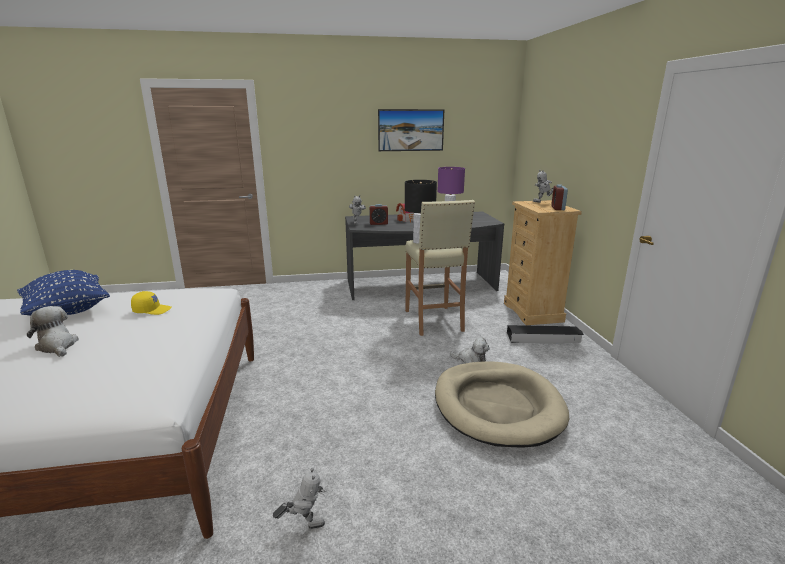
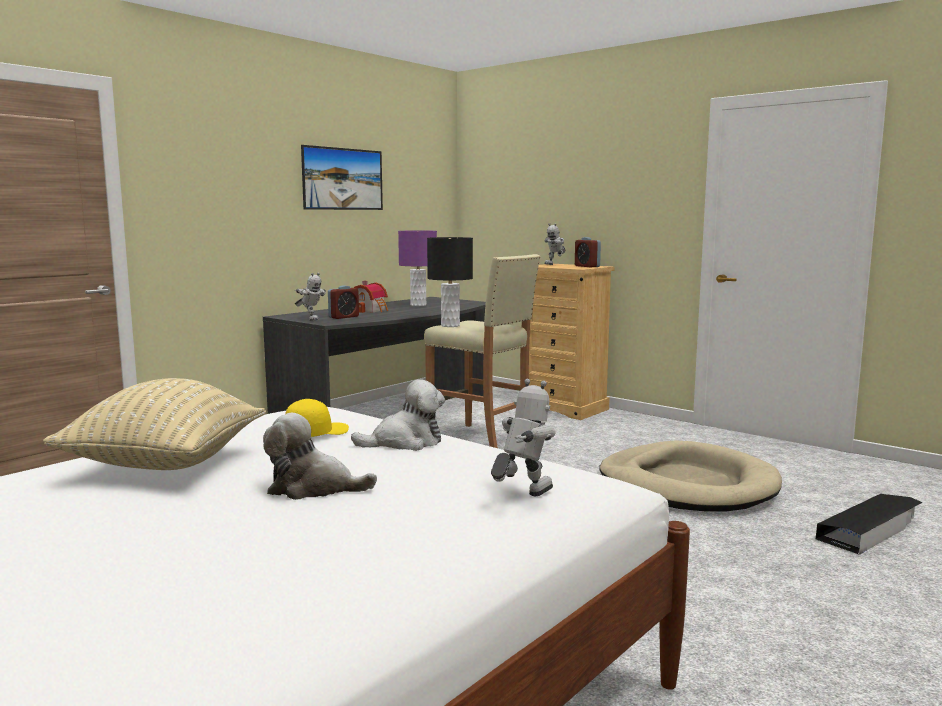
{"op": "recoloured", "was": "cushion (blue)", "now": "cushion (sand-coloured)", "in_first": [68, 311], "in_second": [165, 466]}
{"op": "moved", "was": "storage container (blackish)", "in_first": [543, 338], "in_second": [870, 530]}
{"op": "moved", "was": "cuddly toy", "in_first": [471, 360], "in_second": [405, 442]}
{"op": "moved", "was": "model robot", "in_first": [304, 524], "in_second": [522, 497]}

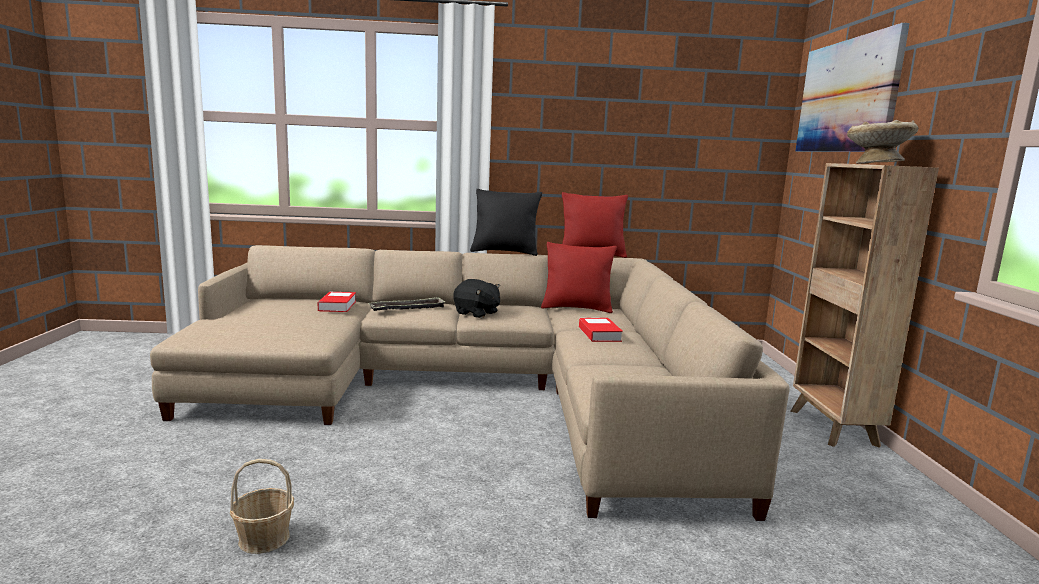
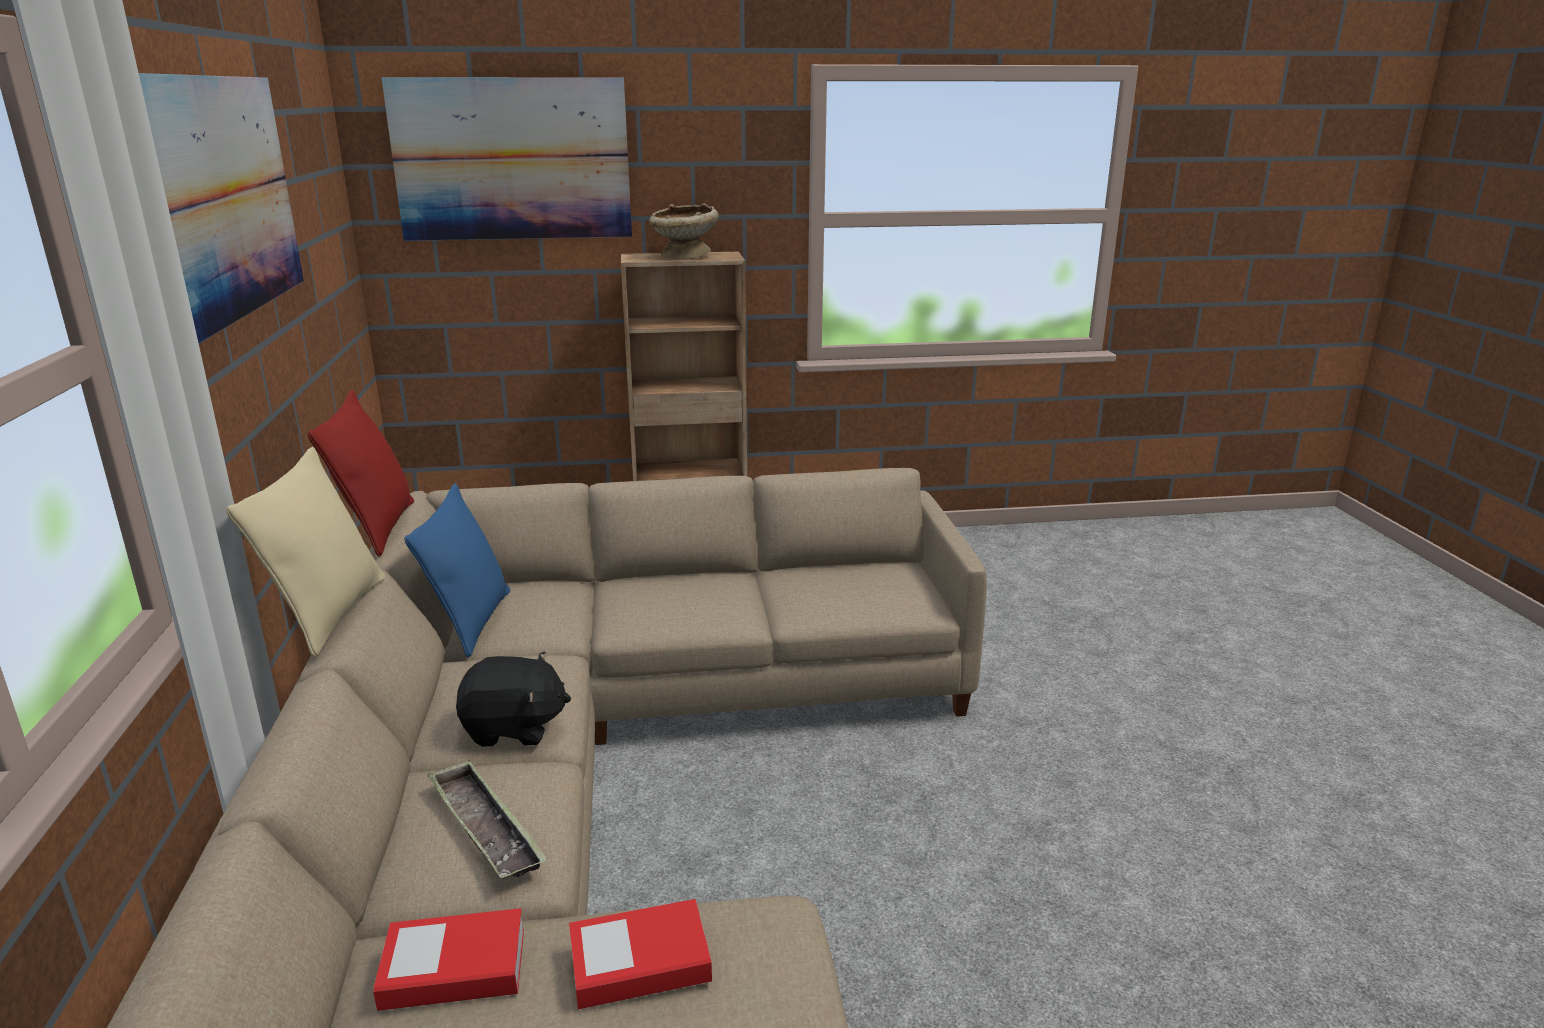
{"op": "recoloured", "was": "cushion (blackish)", "now": "cushion (sand-coloured)", "in_first": [505, 252], "in_second": [330, 614]}
{"op": "recoloured", "was": "cushion (reddish)", "now": "cushion (blue)", "in_first": [576, 308], "in_second": [471, 622]}
{"op": "turned", "was": "cuddly toy (blackish)", "in_first": [476, 313], "in_second": [514, 728], "clockwise": 60}
{"op": "moved", "was": "volume", "in_first": [599, 334], "in_second": [640, 963]}
{"op": "removed", "was": "storage basket", "in_first": [264, 538]}
{"op": "added", "now": "wall art", "in_second": [220, 197]}

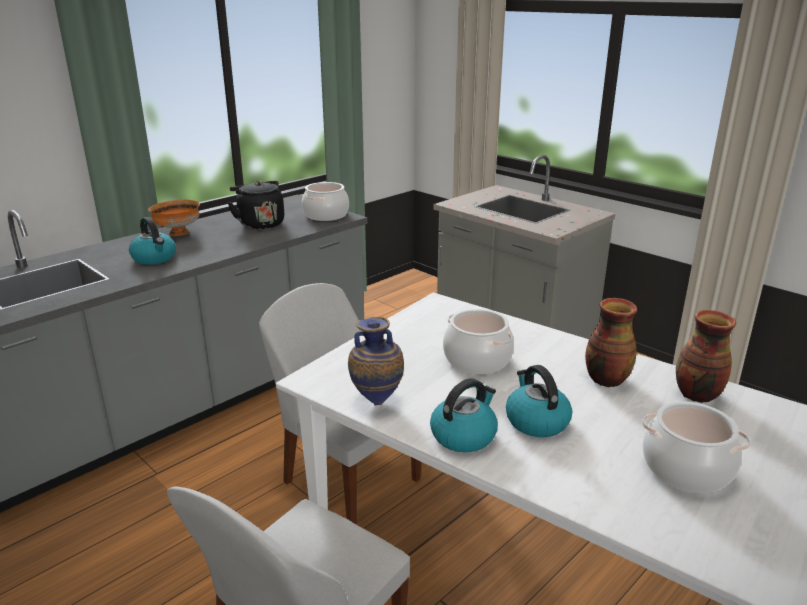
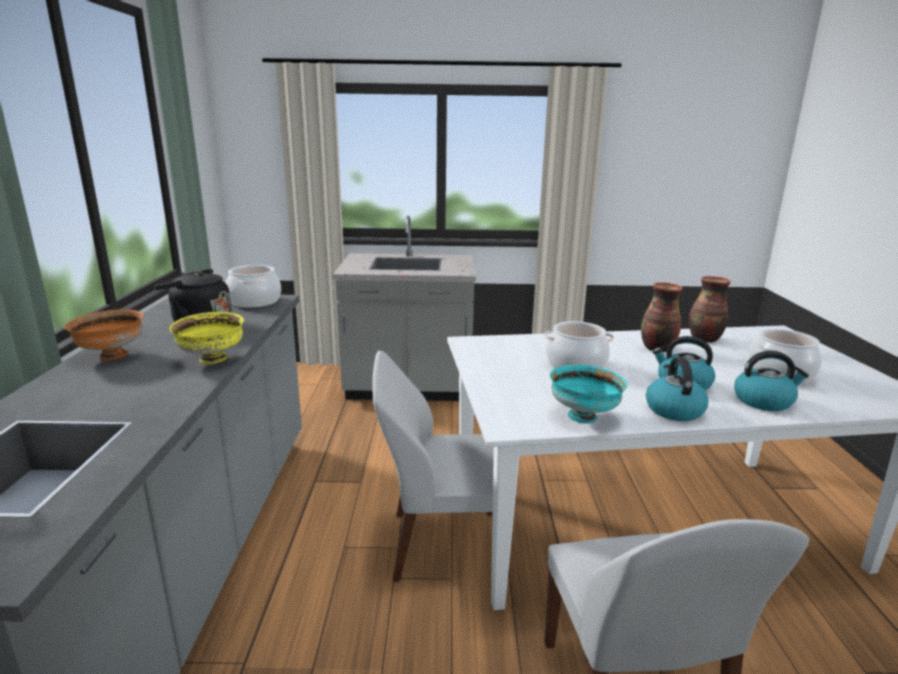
{"op": "moved", "was": "water kettle", "in_first": [155, 258], "in_second": [764, 401]}
{"op": "replaced", "was": "vase", "now": "bowl (turquoise)", "in_first": [377, 401], "in_second": [583, 416]}
{"op": "added", "now": "bowl (yellowish)", "in_second": [213, 359]}

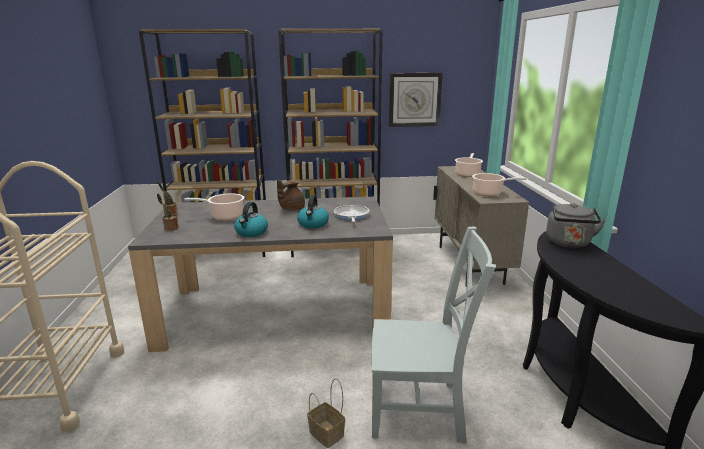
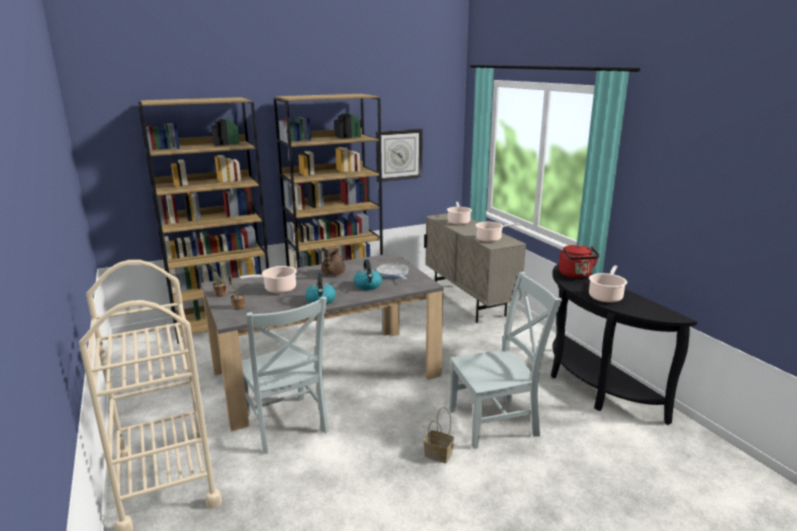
{"op": "recoloured", "was": "water kettle (gray)", "now": "water kettle (reddish)", "in_first": [569, 244], "in_second": [576, 275]}
{"op": "added", "now": "cooking pot", "in_second": [606, 296]}
{"op": "added", "now": "chair (gray)", "in_second": [286, 426]}

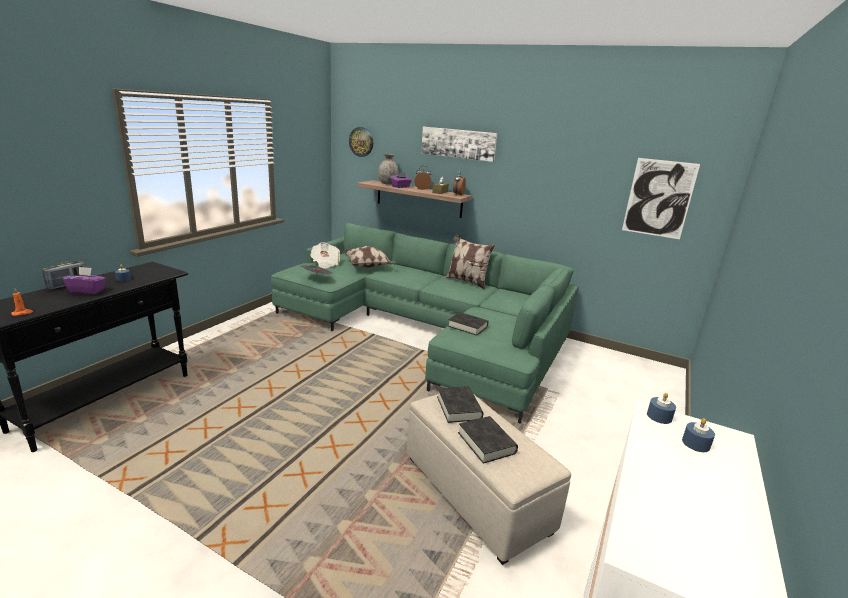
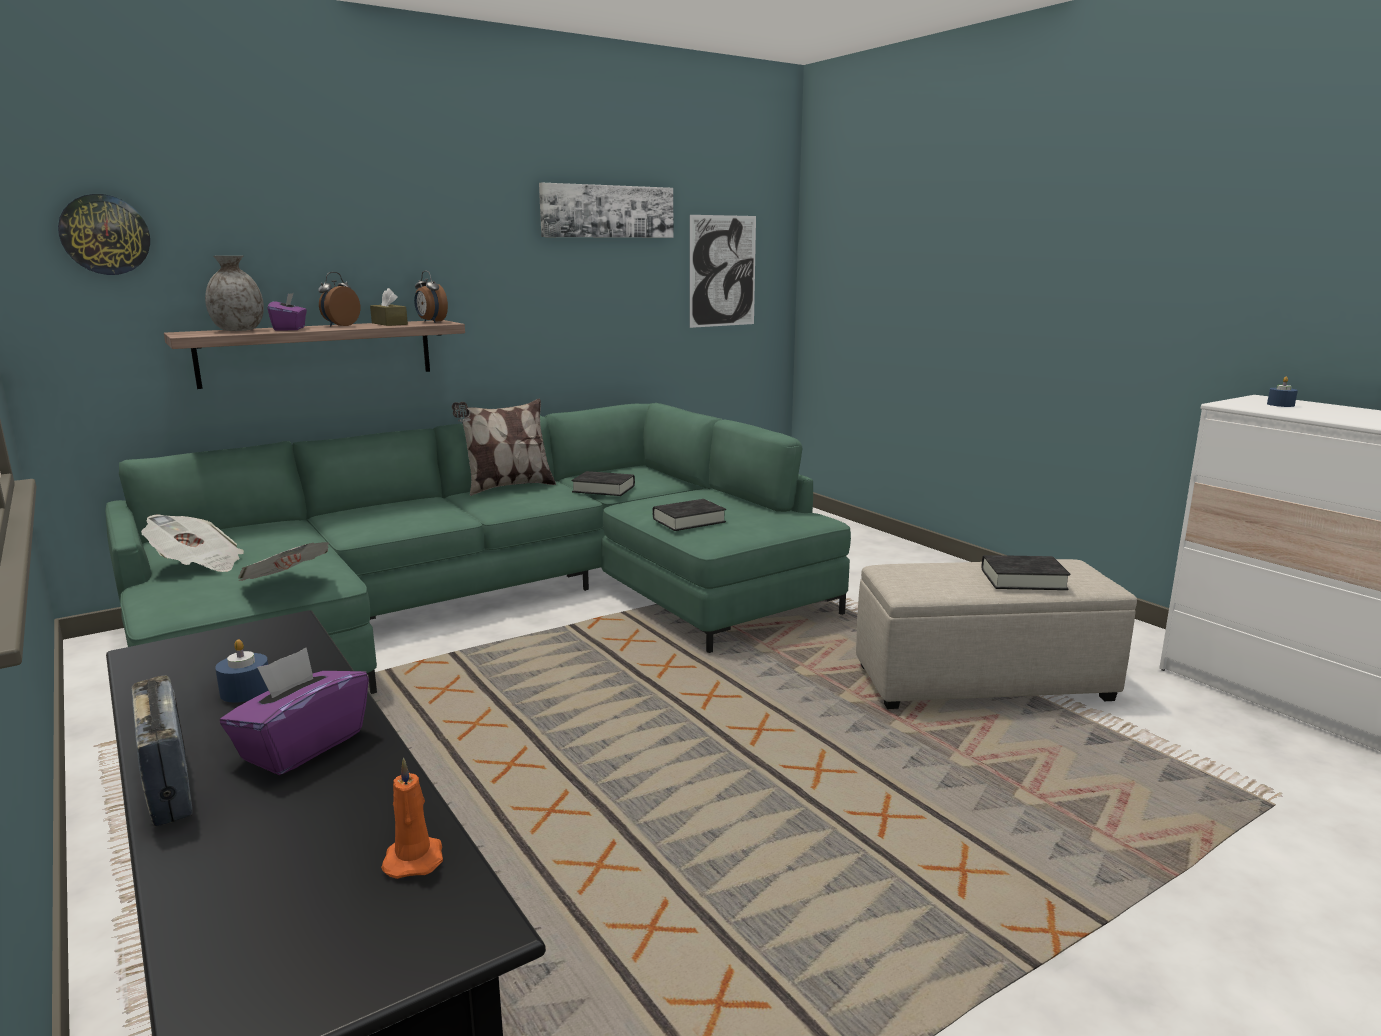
{"op": "moved", "was": "wall art", "in_first": [458, 143], "in_second": [607, 211]}
{"op": "removed", "was": "cushion", "in_first": [368, 267]}
{"op": "moved", "was": "volume (blackish)", "in_first": [459, 408], "in_second": [603, 489]}
{"op": "removed", "was": "candle (blue)", "in_first": [659, 416]}

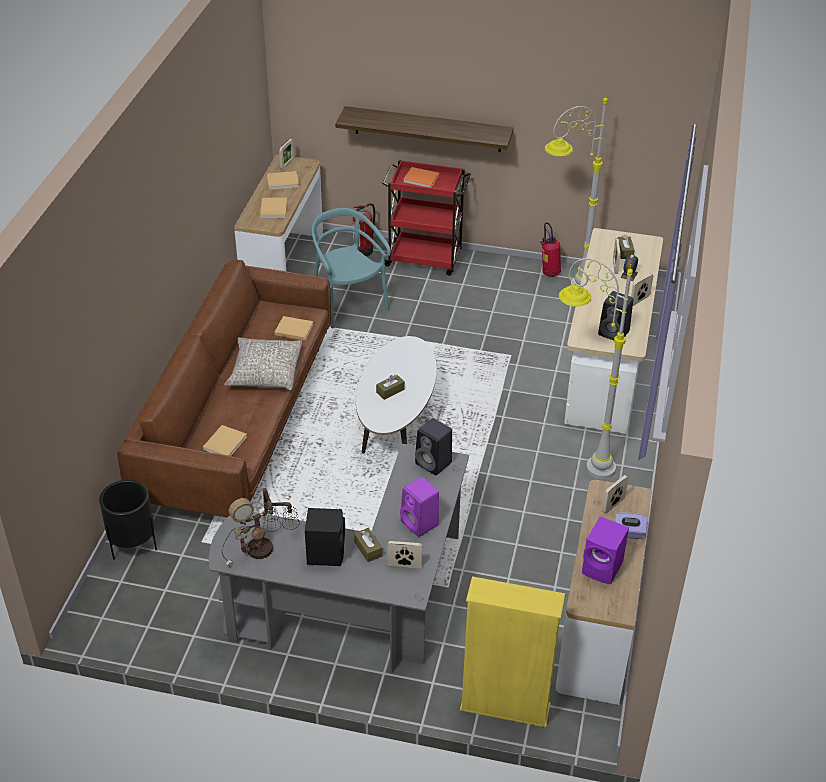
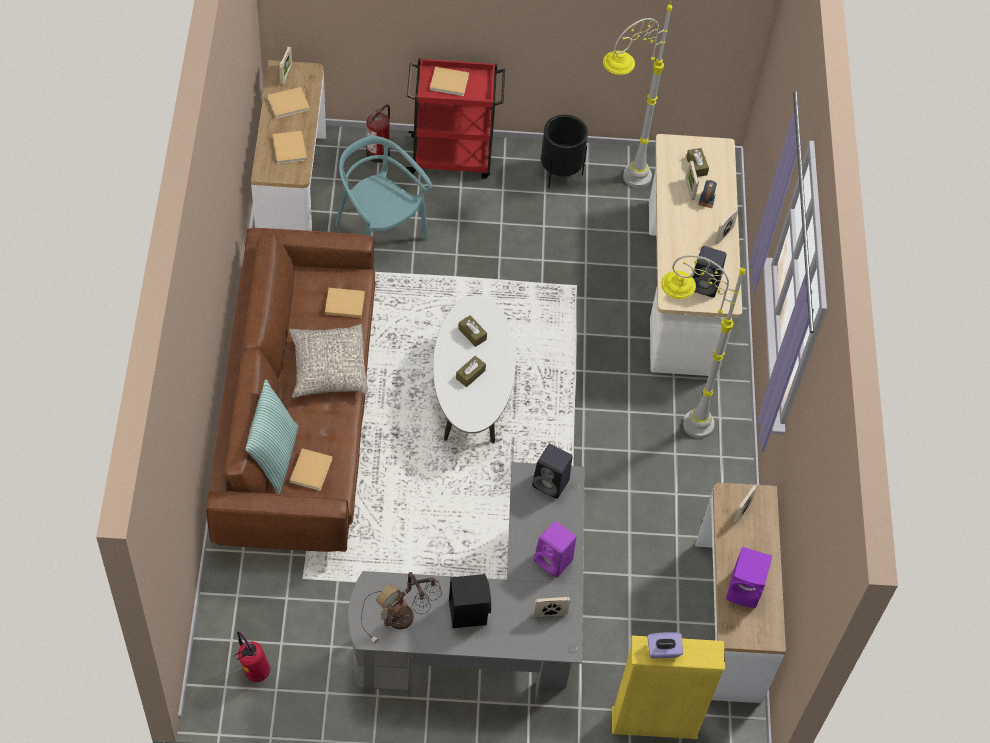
{"op": "removed", "was": "bracket shelf", "in_first": [428, 129]}
{"op": "recoloured", "was": "volume (orange-coloured)", "now": "volume (sand-coloured)", "in_first": [422, 179], "in_second": [450, 83]}
{"op": "moved", "was": "extinguisher", "in_first": [549, 273], "in_second": [254, 672]}
{"op": "moved", "was": "flower pot (blackish)", "in_first": [133, 545], "in_second": [560, 173]}
{"op": "moved", "was": "box of tissues (purple)", "in_first": [629, 533], "in_second": [663, 651]}
{"op": "moved", "was": "box of tissues (brownish)", "in_first": [368, 549], "in_second": [472, 334]}
{"op": "added", "now": "cushion", "in_second": [274, 456]}

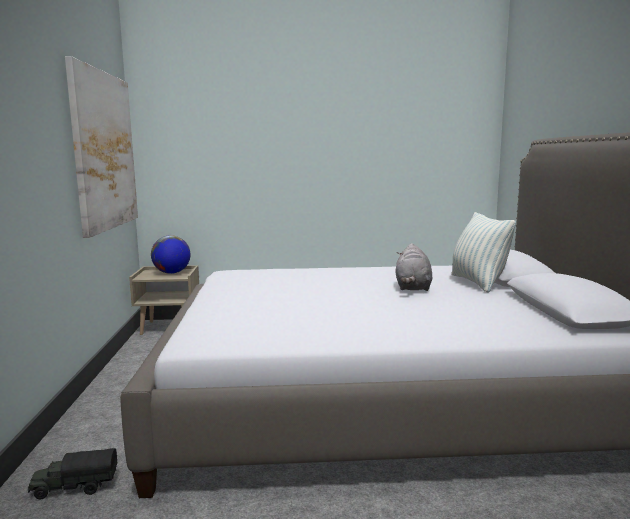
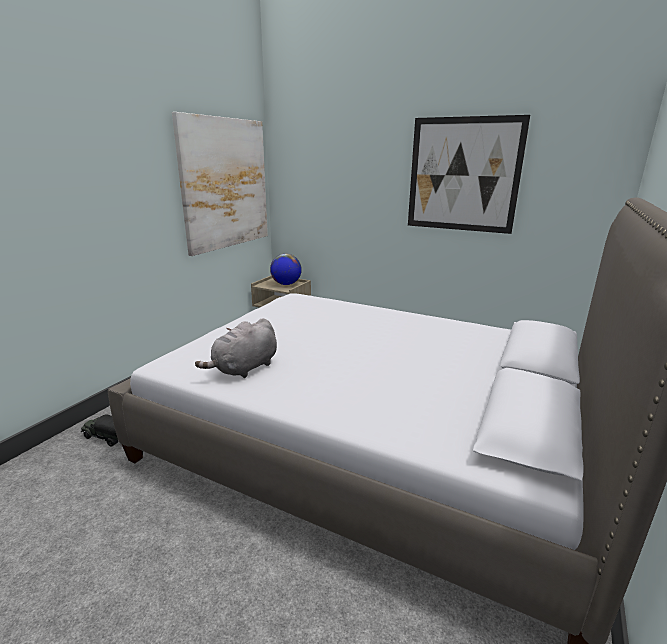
{"op": "removed", "was": "cushion", "in_first": [478, 283]}
{"op": "moved", "was": "cuddly toy (gray)", "in_first": [413, 288], "in_second": [244, 369]}
{"op": "added", "now": "wall art", "in_second": [463, 175]}

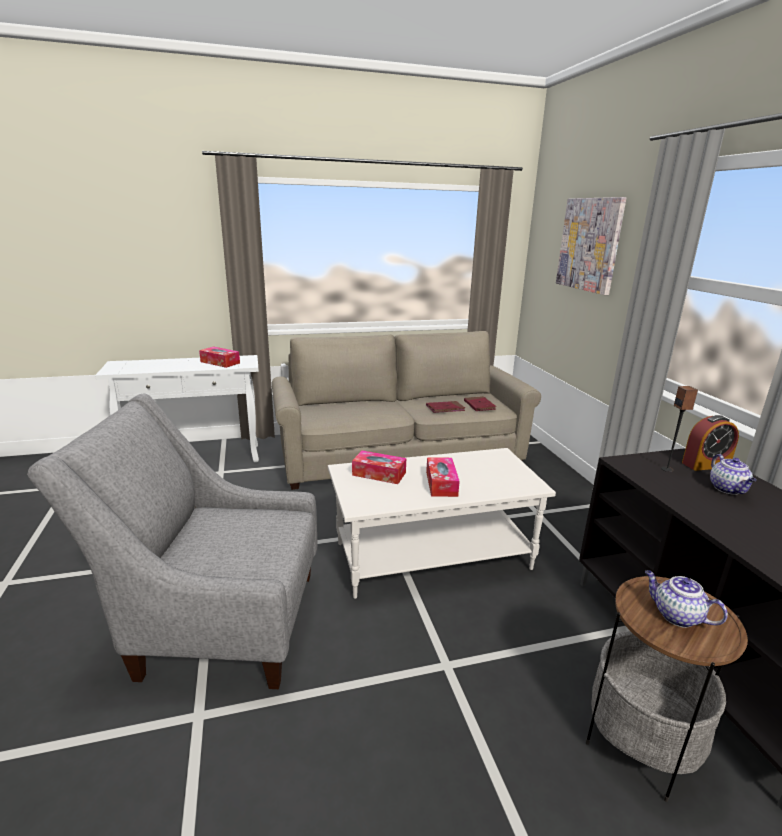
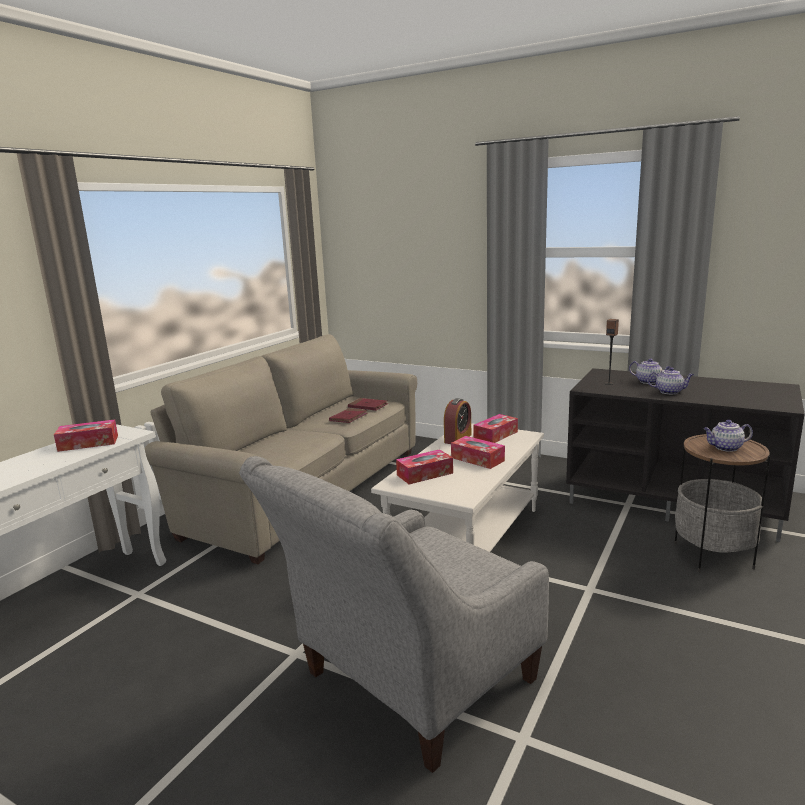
{"op": "removed", "was": "wall art", "in_first": [589, 244]}
{"op": "moved", "was": "table clock", "in_first": [705, 465], "in_second": [458, 438]}
{"op": "added", "now": "pot for tea", "in_second": [669, 392]}
{"op": "added", "now": "box of tissues", "in_second": [495, 435]}

